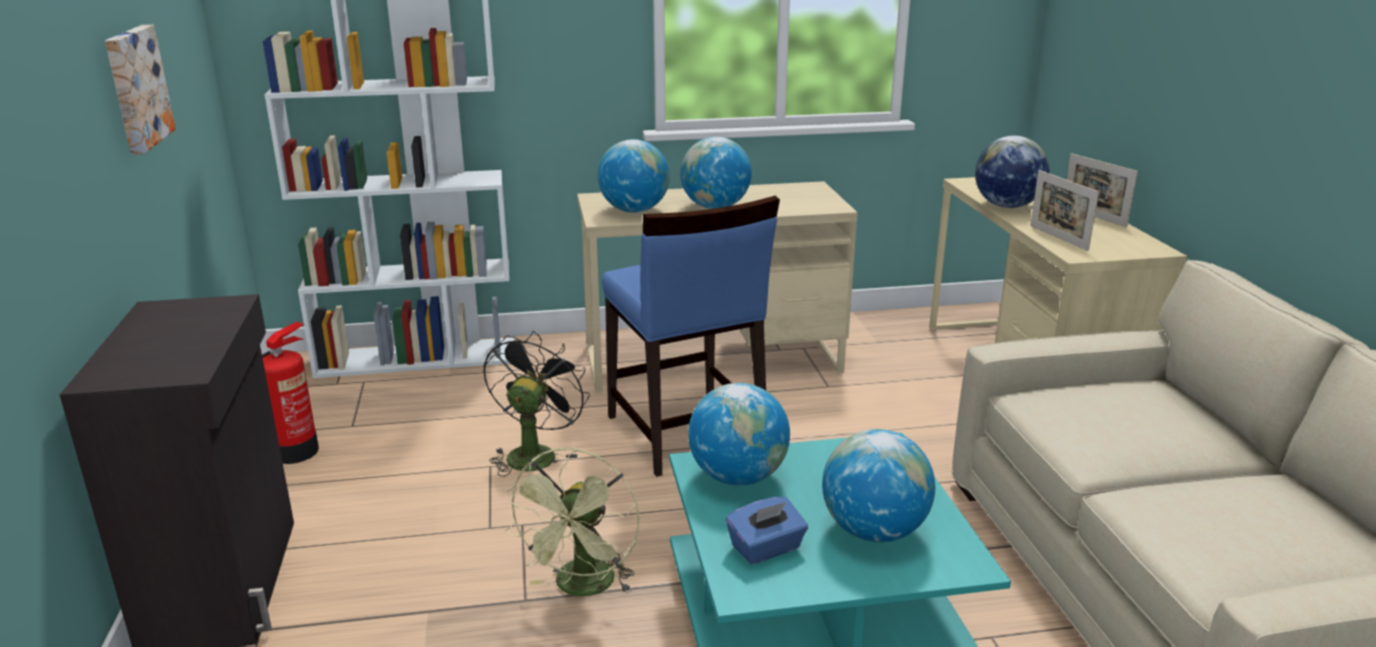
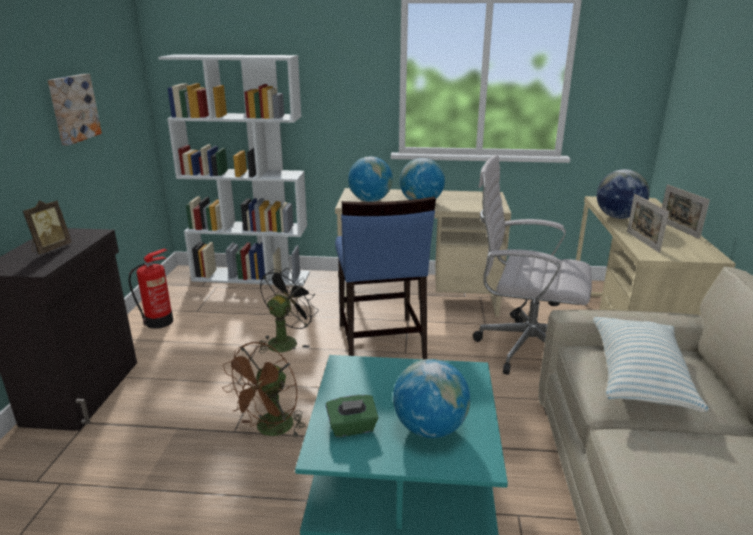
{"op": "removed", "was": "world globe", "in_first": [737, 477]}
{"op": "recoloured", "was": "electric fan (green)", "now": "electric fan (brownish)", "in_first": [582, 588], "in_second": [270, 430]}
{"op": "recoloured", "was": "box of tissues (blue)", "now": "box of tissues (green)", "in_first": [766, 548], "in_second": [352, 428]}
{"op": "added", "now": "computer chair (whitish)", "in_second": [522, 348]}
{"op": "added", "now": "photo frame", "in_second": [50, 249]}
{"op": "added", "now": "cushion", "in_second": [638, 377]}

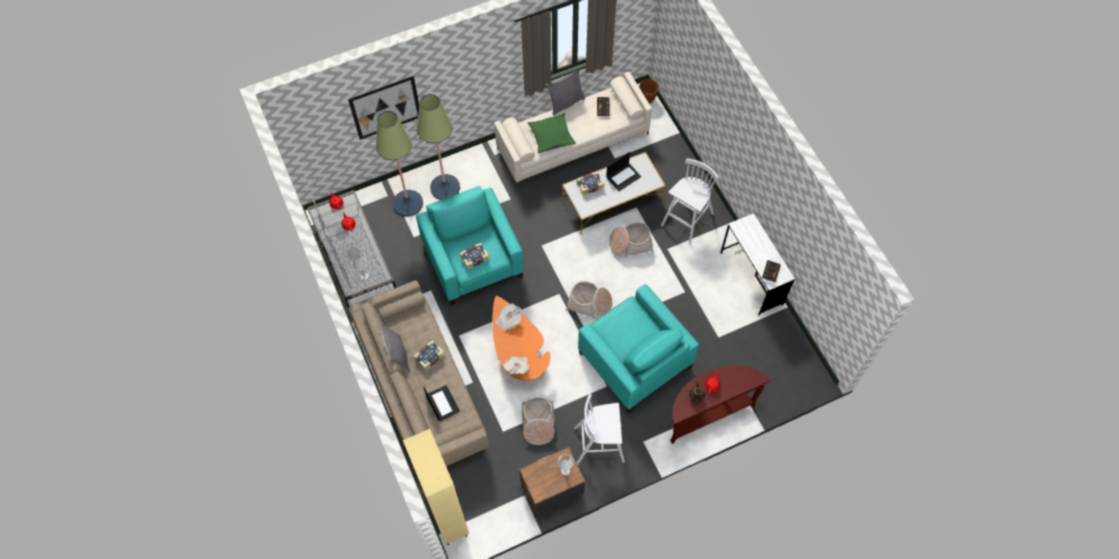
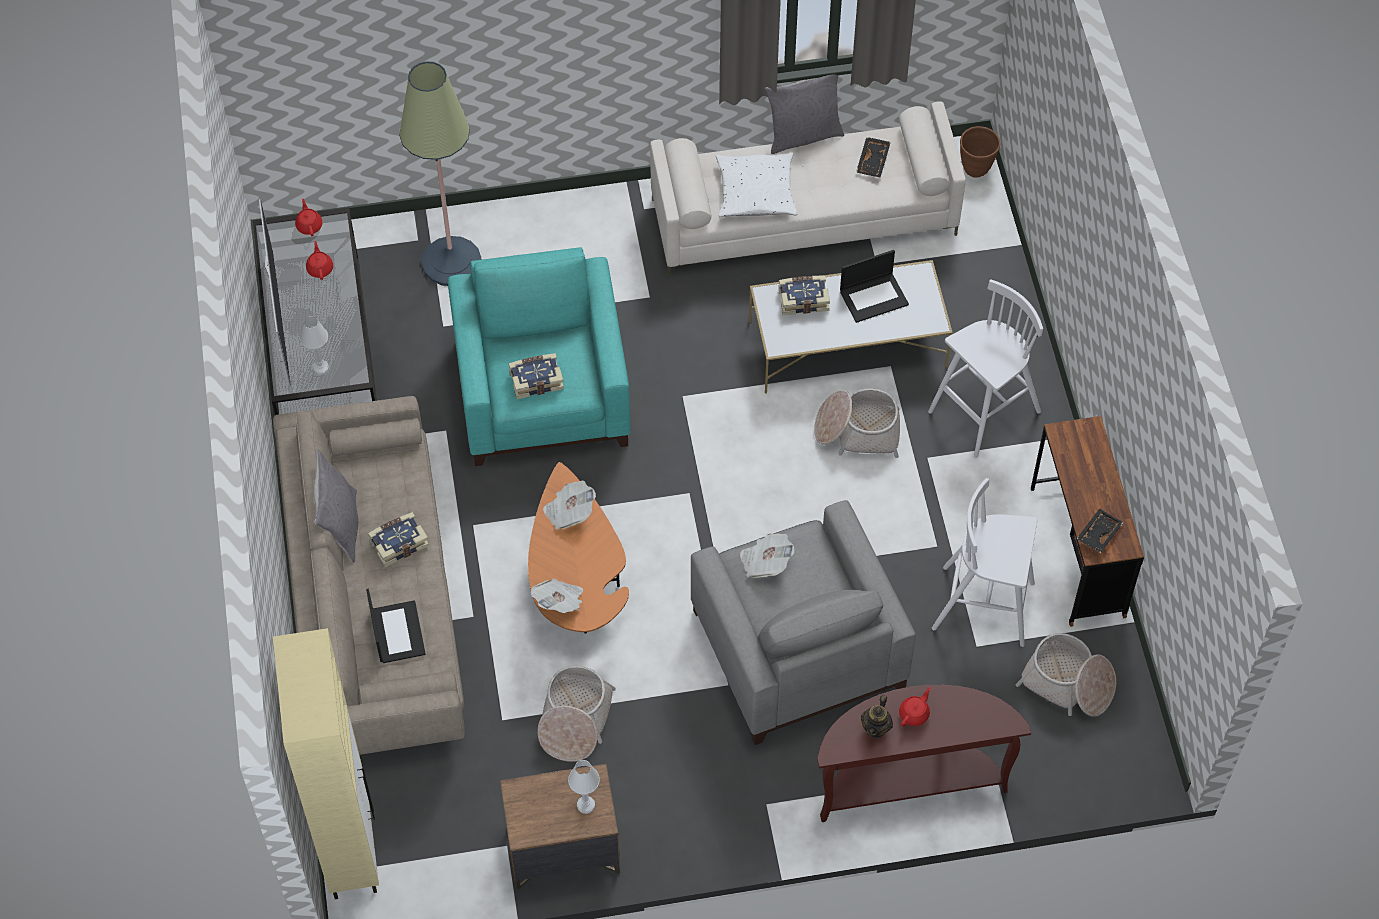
{"op": "removed", "was": "wall art", "in_first": [385, 108]}
{"op": "removed", "was": "floor lamp", "in_first": [445, 187]}
{"op": "recoloured", "was": "cushion (green)", "now": "cushion (whitish)", "in_first": [551, 136], "in_second": [756, 192]}
{"op": "recoloured", "was": "desk (whitish)", "now": "desk (brownish)", "in_first": [751, 279], "in_second": [1077, 552]}
{"op": "moved", "was": "storage basket", "in_first": [589, 303], "in_second": [1068, 683]}
{"op": "recoloured", "was": "lounge chair (turquoise)", "now": "lounge chair (gray)", "in_first": [633, 359], "in_second": [795, 647]}
{"op": "moved", "was": "stool (whitish)", "in_first": [600, 444], "in_second": [985, 606]}
{"op": "added", "now": "printed paper", "in_second": [765, 562]}

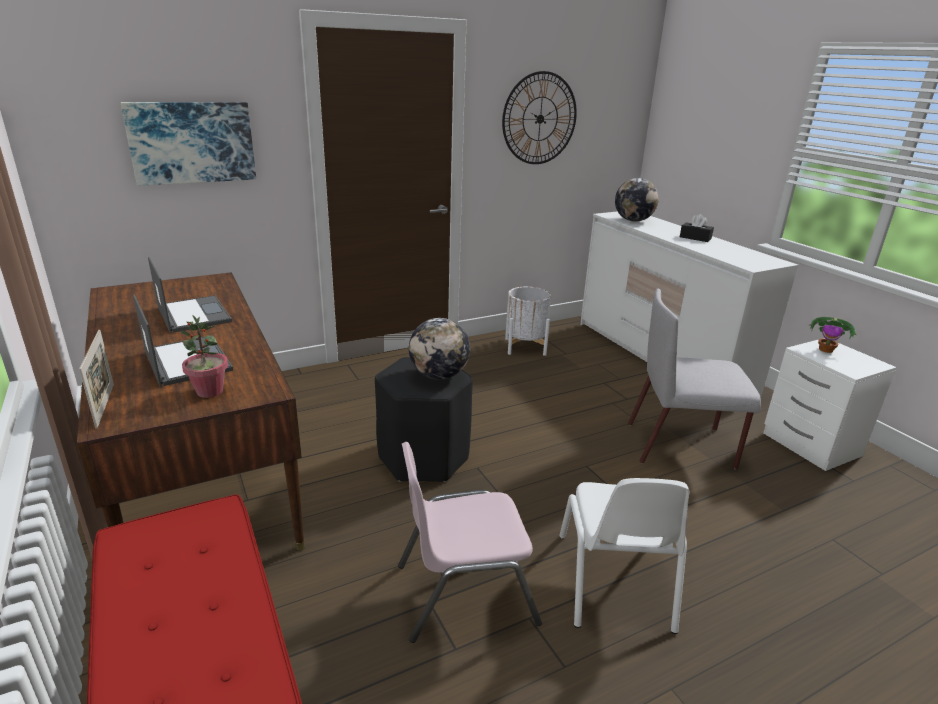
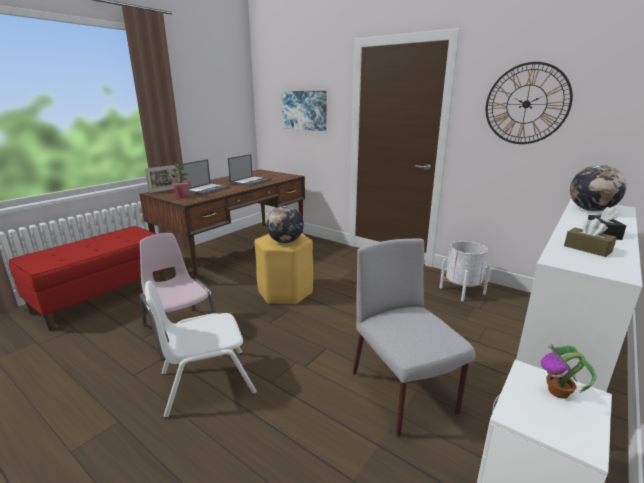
{"op": "recoloured", "was": "stool (blackish)", "now": "stool (yellowish)", "in_first": [424, 458], "in_second": [285, 292]}
{"op": "added", "now": "box of tissues (brownish)", "in_second": [587, 249]}

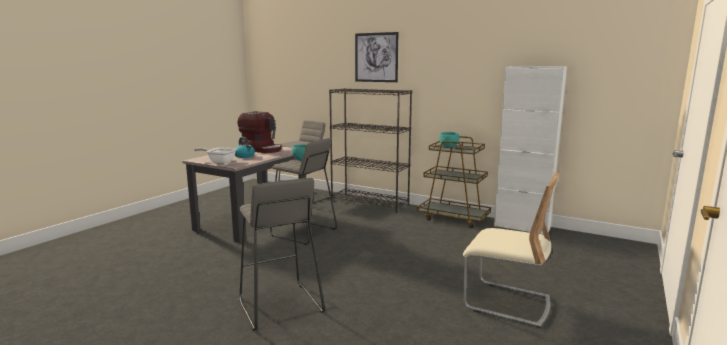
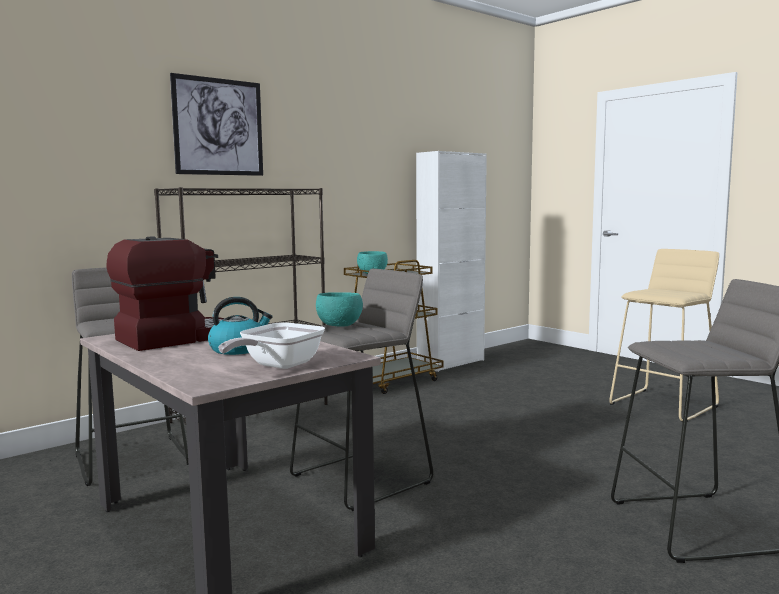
{"op": "replaced", "was": "chair (sand-coloured)", "now": "stool (sand-coloured)", "in_first": [506, 303], "in_second": [663, 405]}

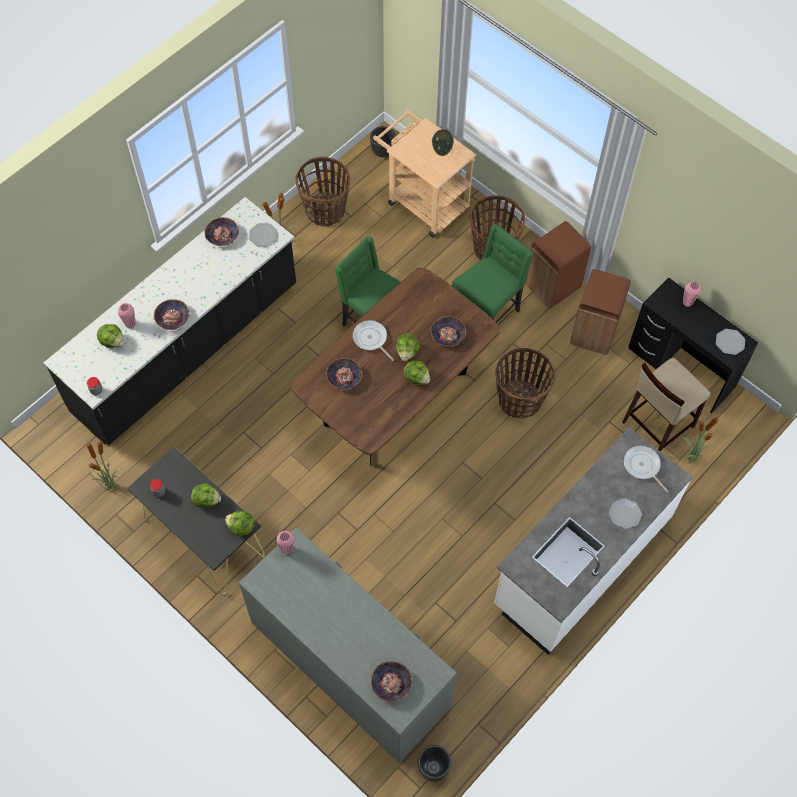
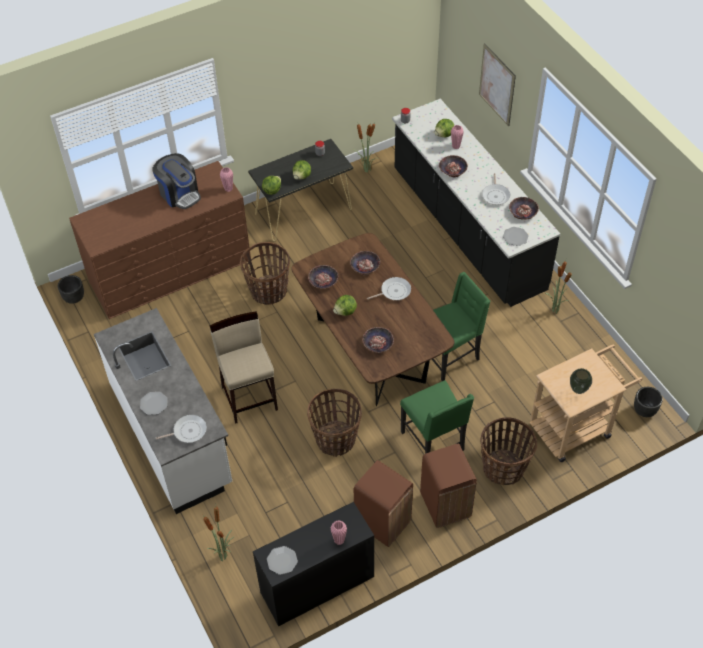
{"op": "moved", "was": "storage basket", "in_first": [325, 210], "in_second": [268, 291]}
{"op": "removed", "was": "head of lettuce", "in_first": [407, 352]}
{"op": "moved", "was": "stool (sand-coloured)", "in_first": [657, 424], "in_second": [250, 397]}
{"op": "recoloured", "was": "drawer chest (gray)", "now": "drawer chest (brownish)", "in_first": [349, 663], "in_second": [170, 270]}
{"op": "moved", "was": "bowl", "in_first": [391, 683], "in_second": [323, 280]}
{"op": "added", "now": "wall art", "in_second": [497, 85]}
{"op": "added", "now": "coffee machine", "in_second": [179, 194]}
{"op": "added", "now": "skillet", "in_second": [496, 195]}

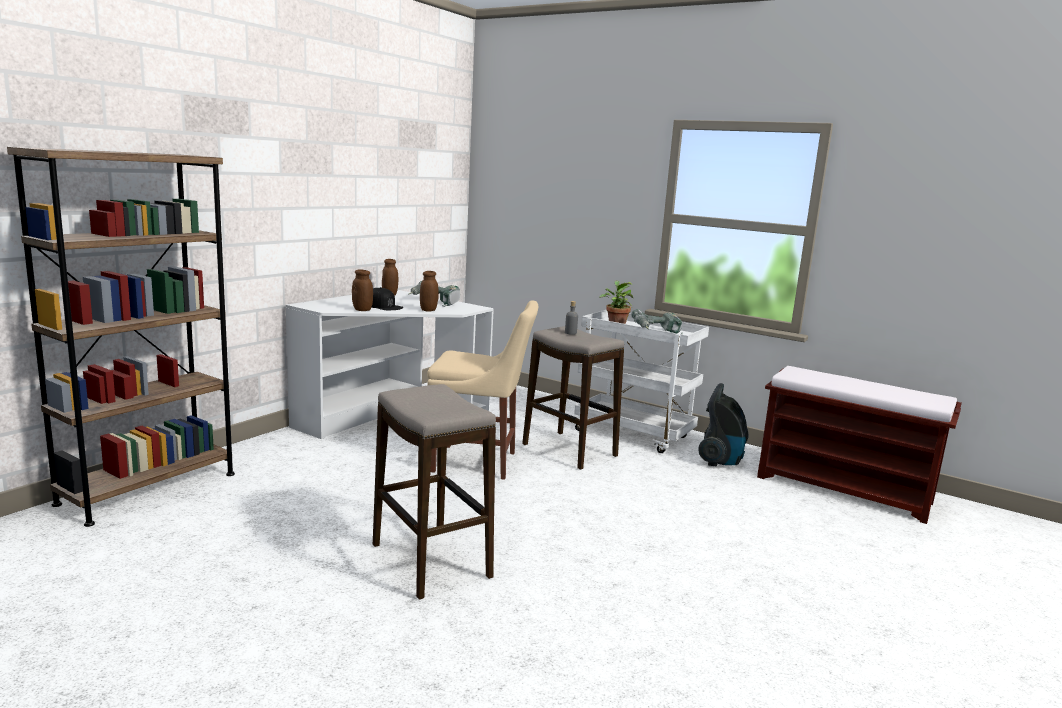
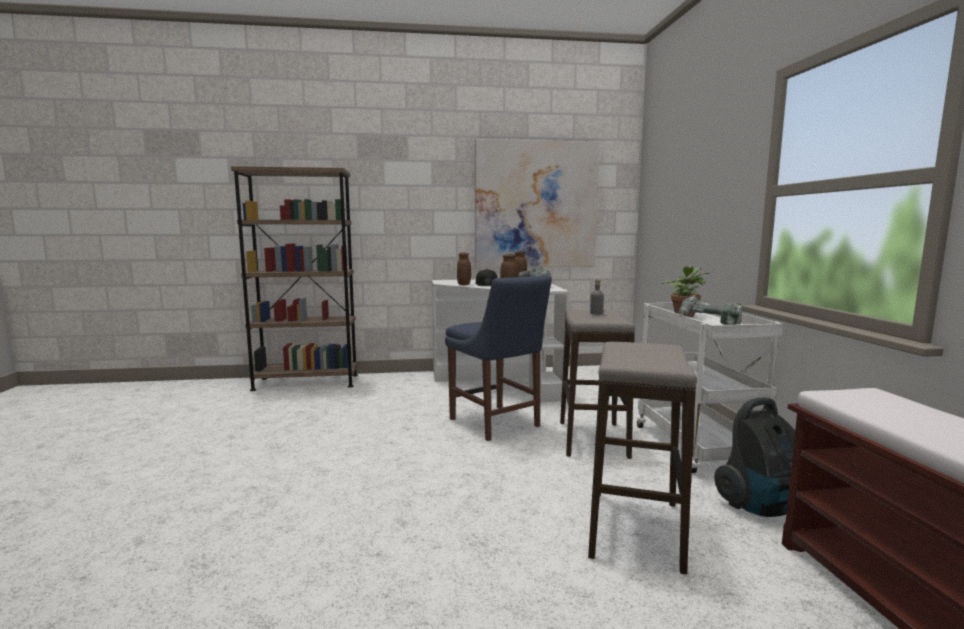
{"op": "recoloured", "was": "chair (sand-coloured)", "now": "chair (blue)", "in_first": [479, 462], "in_second": [496, 424]}
{"op": "moved", "was": "stool", "in_first": [430, 561], "in_second": [634, 529]}
{"op": "added", "now": "wall art", "in_second": [535, 205]}

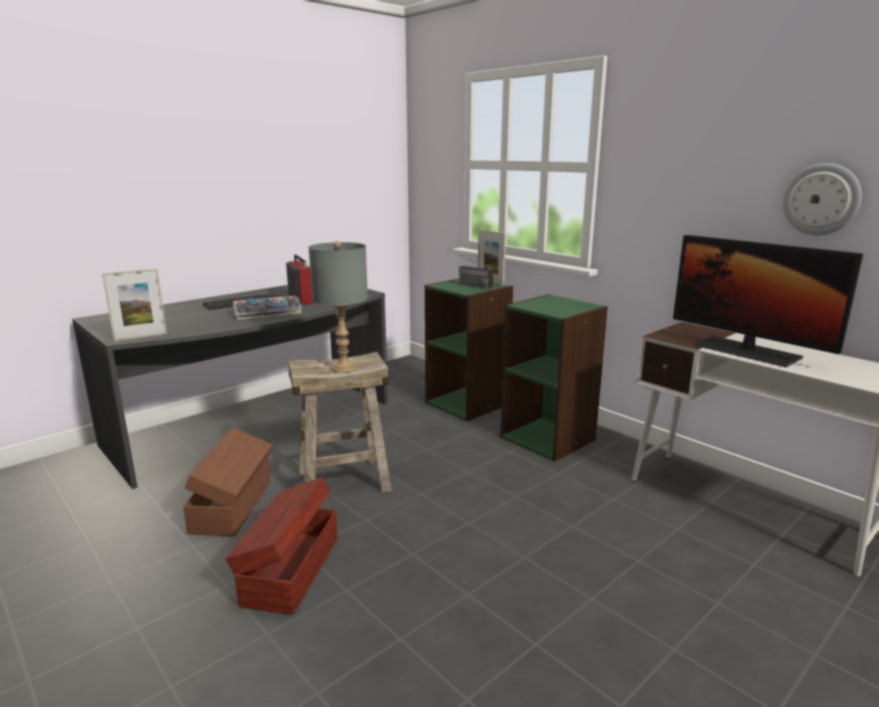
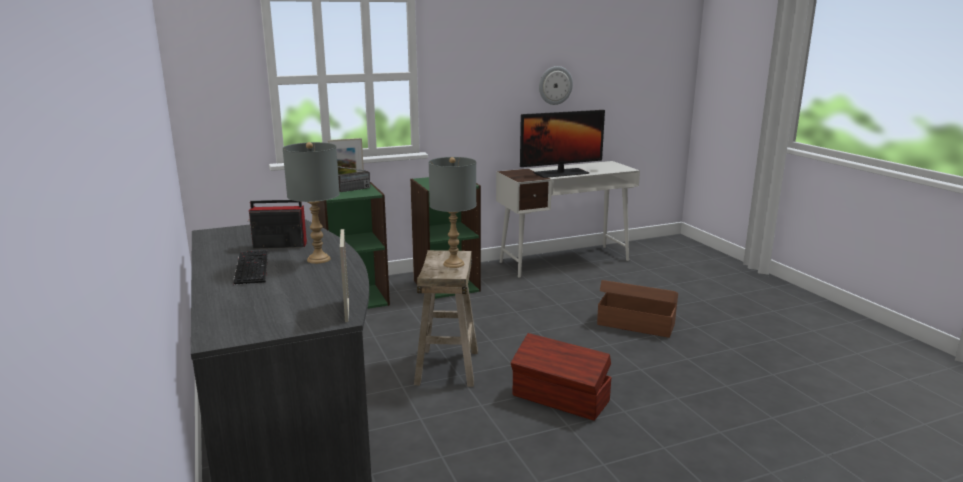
{"op": "replaced", "was": "PC keyboard", "now": "table lamp (gray)", "in_first": [268, 312], "in_second": [318, 259]}
{"op": "moved", "was": "storage container (brownish)", "in_first": [234, 505], "in_second": [635, 324]}

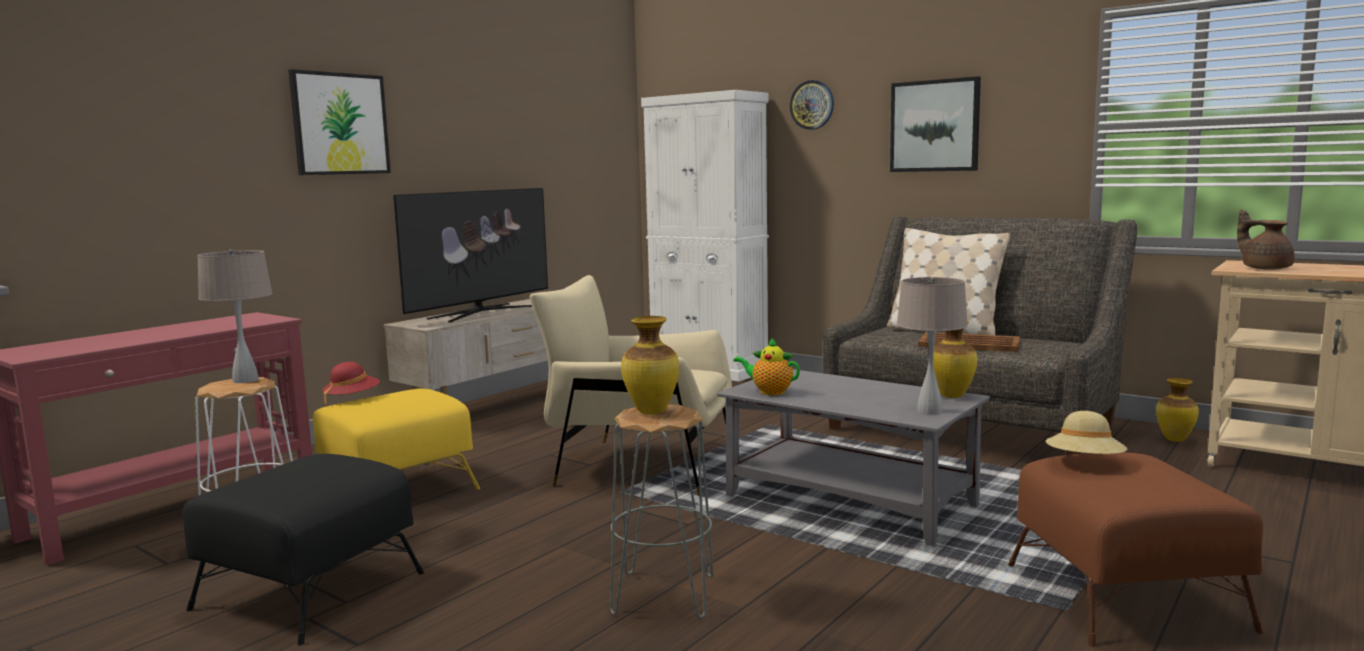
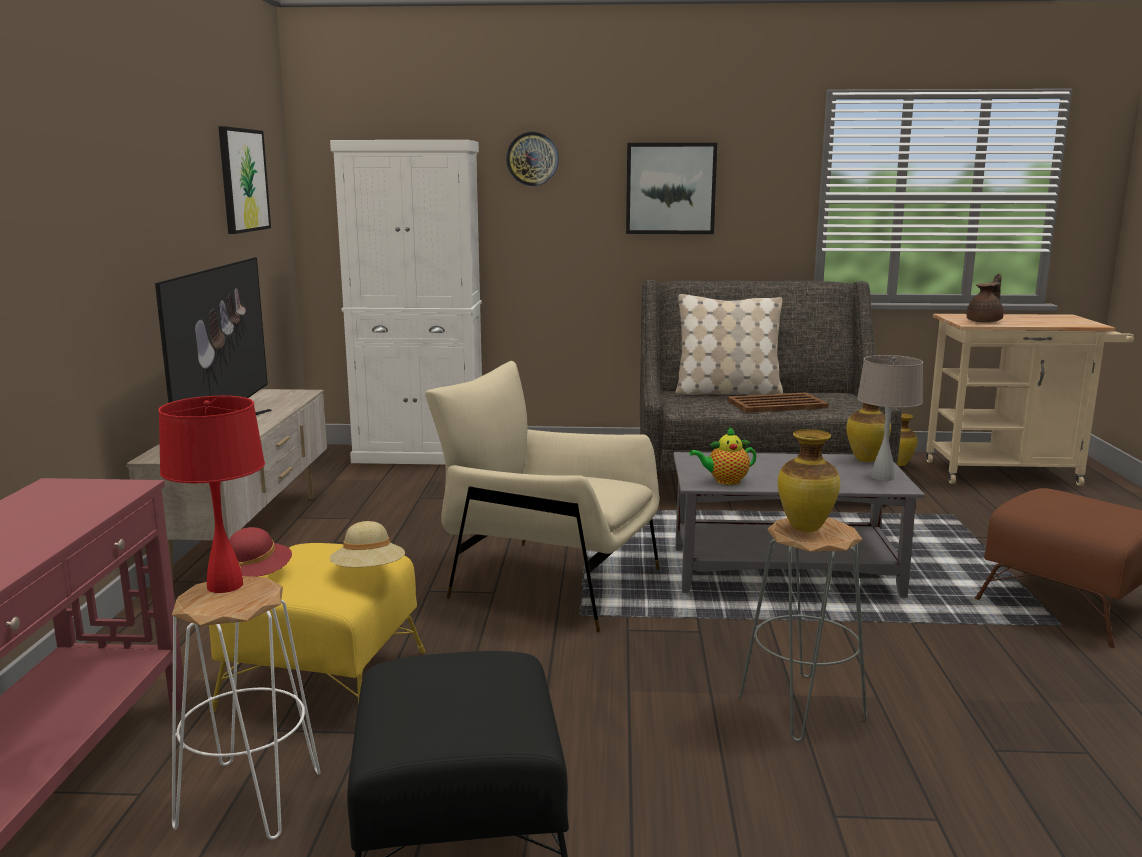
{"op": "moved", "was": "wall art", "in_first": [340, 124], "in_second": [243, 180]}
{"op": "turned", "was": "pot for tea (brownish)", "in_first": [1264, 268], "in_second": [985, 321], "clockwise": 105}
{"op": "recoloured", "was": "table lamp (sand-coloured)", "now": "table lamp (reddish)", "in_first": [246, 380], "in_second": [226, 585]}
{"op": "turned", "was": "lounge chair (sand-coloured)", "in_first": [640, 467], "in_second": [549, 582], "clockwise": 45}
{"op": "moved", "was": "hat (sand-coloured)", "in_first": [1085, 463], "in_second": [368, 572]}

